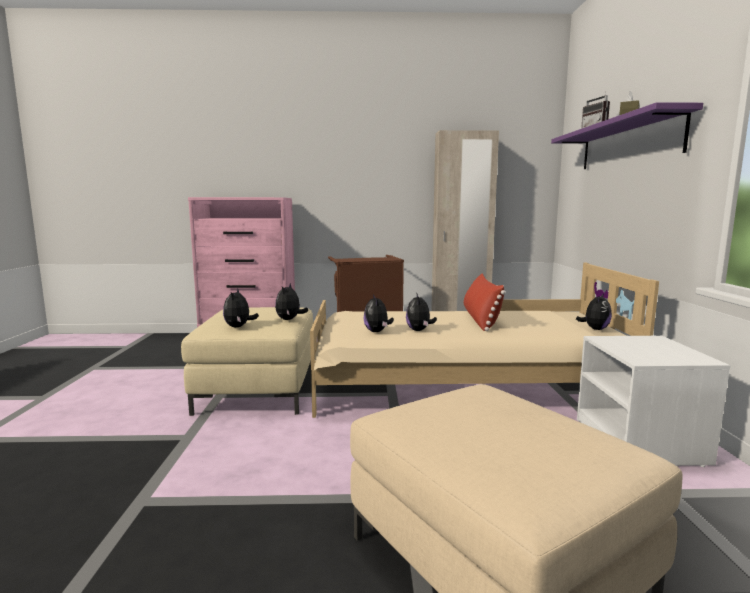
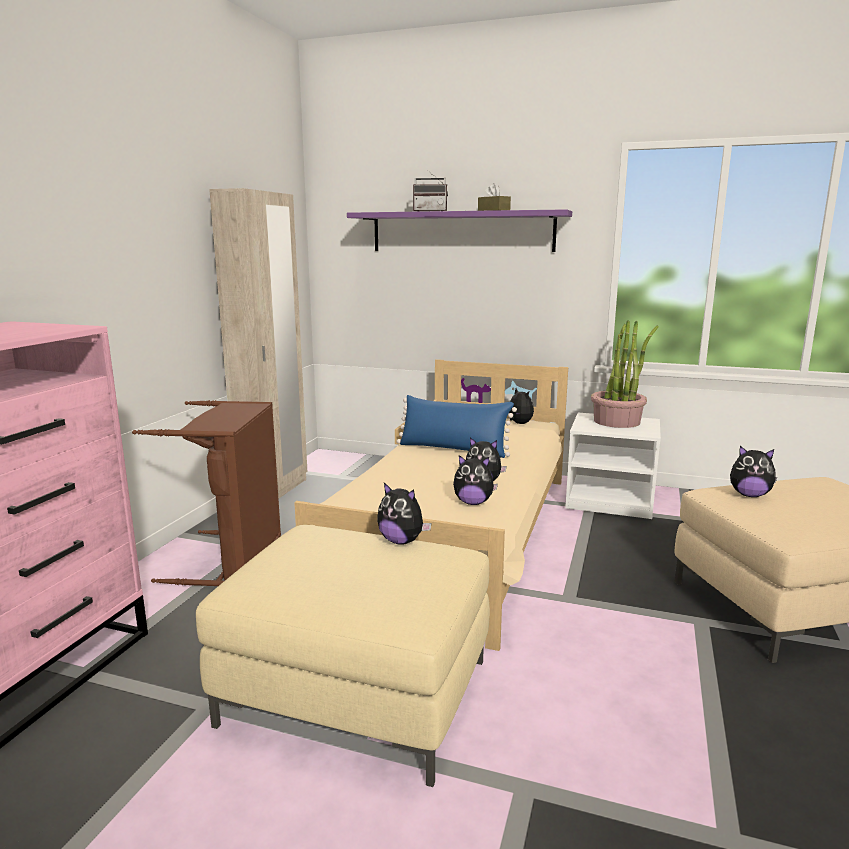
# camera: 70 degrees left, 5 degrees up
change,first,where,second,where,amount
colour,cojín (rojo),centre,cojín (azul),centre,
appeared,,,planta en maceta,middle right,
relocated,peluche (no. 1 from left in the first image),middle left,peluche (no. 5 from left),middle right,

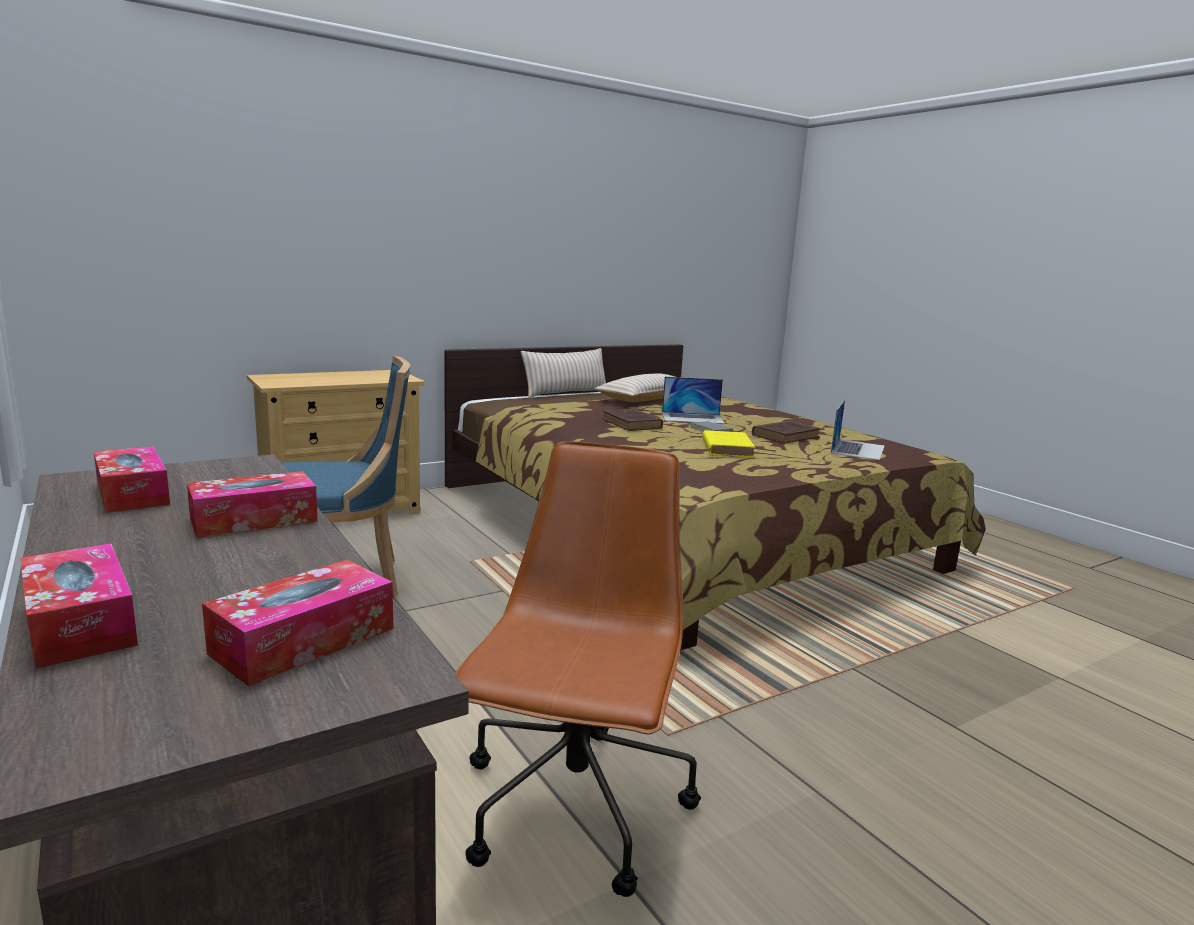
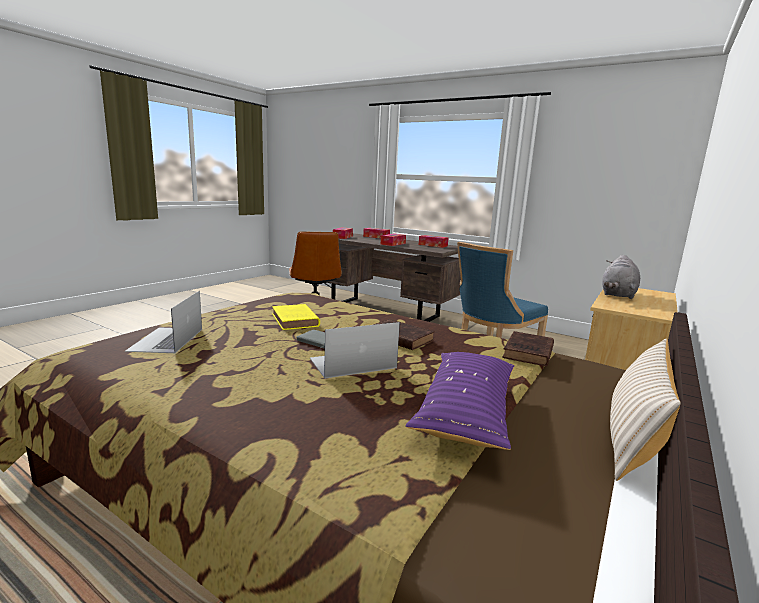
# camera: 155 degrees right, 0 degrees up
change,first,where,second,where,amount
colour,cojín (beis) (no. 2 from left),centre,cojín (morado),centre,
relocated,libro (marrón) (no. 2 from left),centre,,middle right,
appeared,,,peluche (gris),middle right,

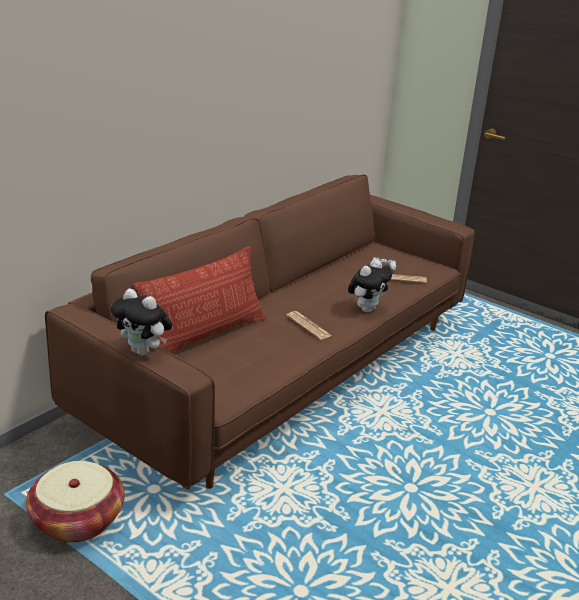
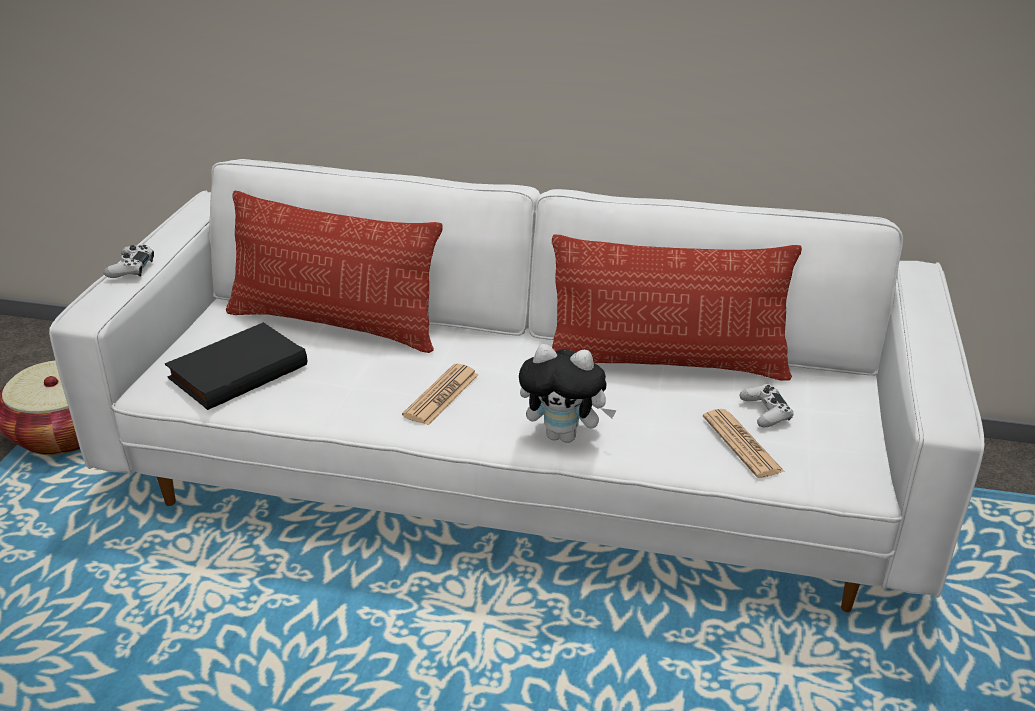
# camera: 65 degrees right, 5 degrees up
change,first,where,second,where,amount
colour,sofá (marrón),centre,sofá (blanco),centre,
exchanged,peluche (no. 1 from left),middle left,mando de consola (blanco) (no. 1 from left),middle left,
appeared,,,libro (negro),middle left,
appeared,,,cojín (no. 2 from left),centre,

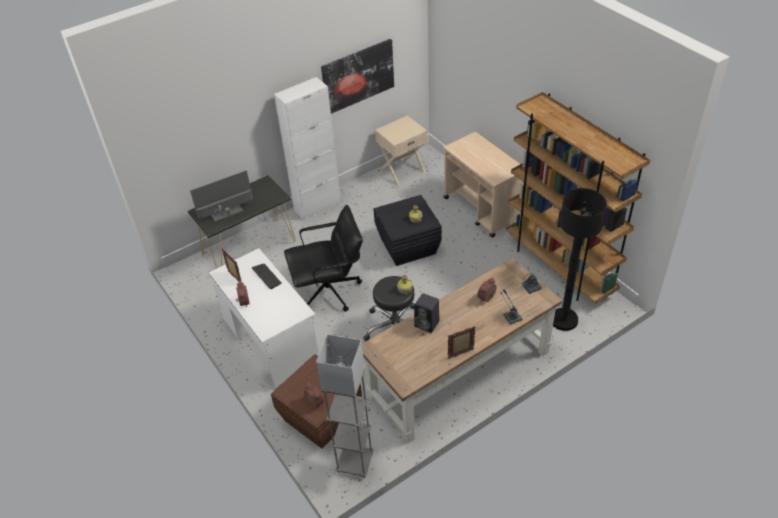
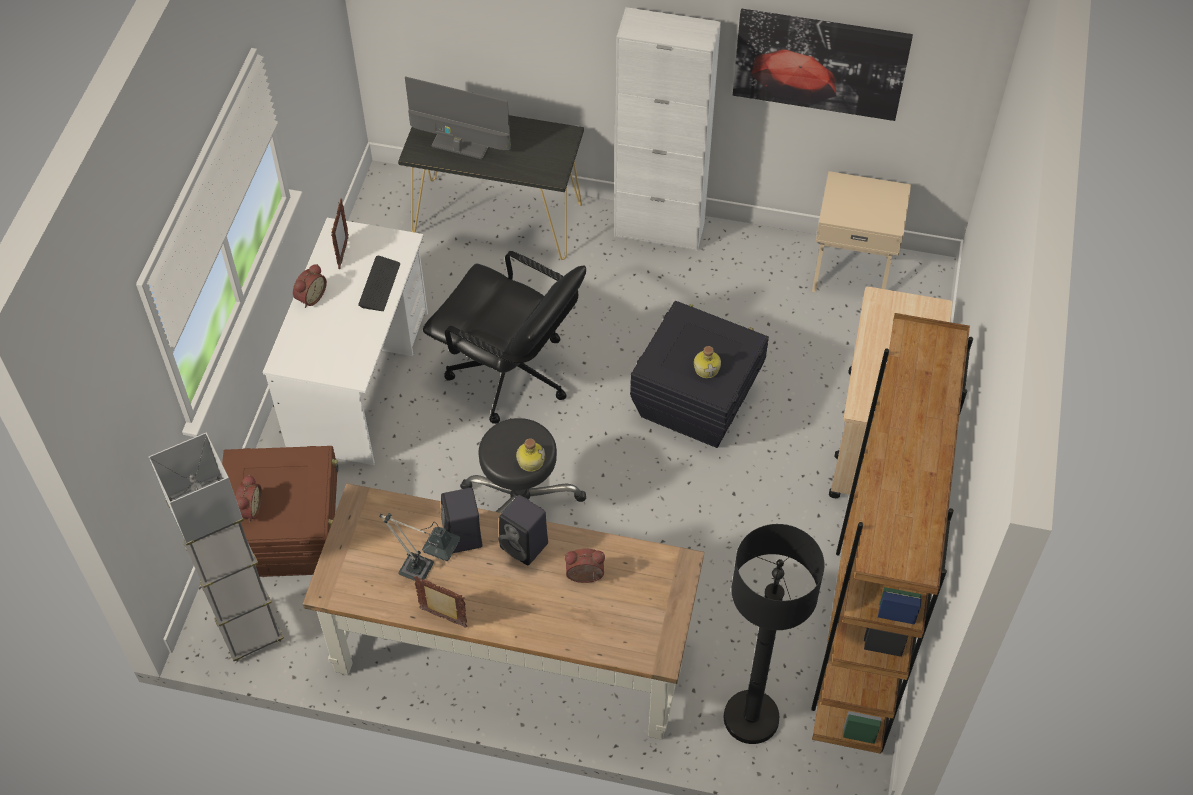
# camera: 45 degrees right, 10 degrees up
change,first,where,second,where,amount
relocated,lámpara de mesa,middle right,,bottom centre,
appeared,,,altavoz (negro) (no. 2 from left),bottom centre,

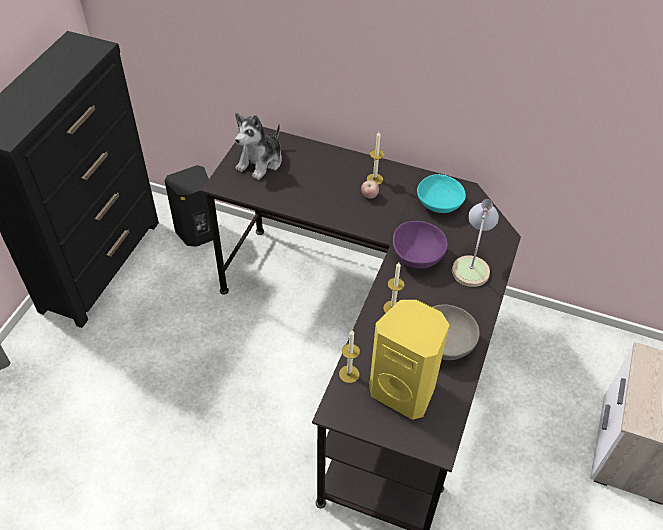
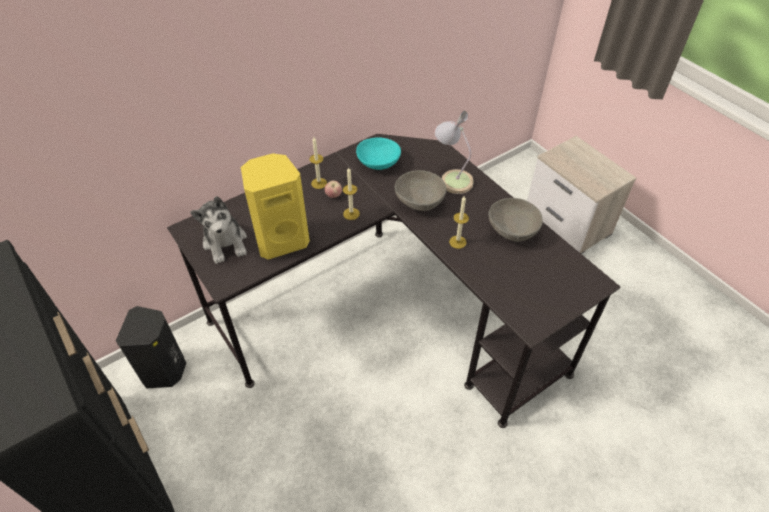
# camera: 55 degrees left, 0 degrees up
change,first,where,second,where,amount
relocated,altavoz (amarillo),bottom centre,,centre,
relocated,vela (no. 1 from left in the first image),bottom centre,vela (no. 2 from left),centre,
colour,cuenco (morado),centre,cuenco (gris) (no. 1 from left),centre,

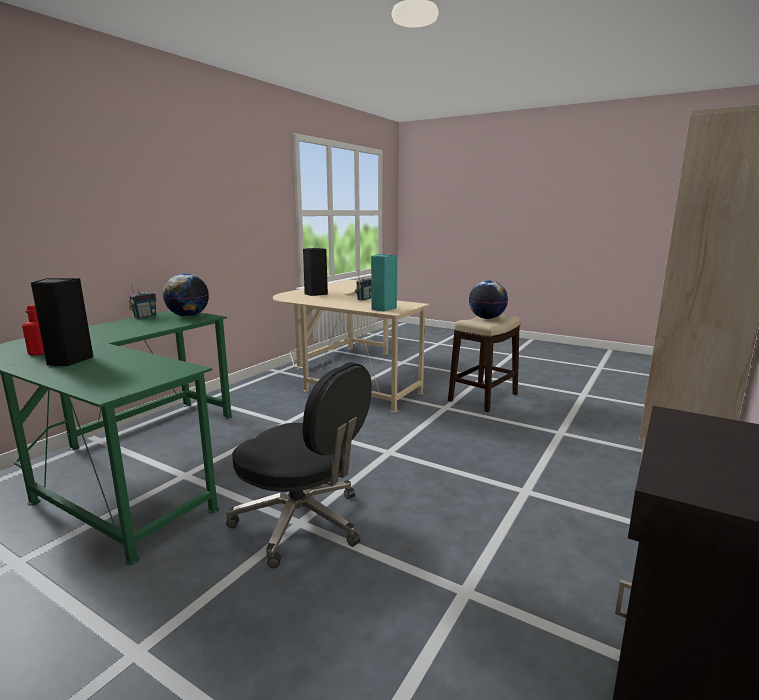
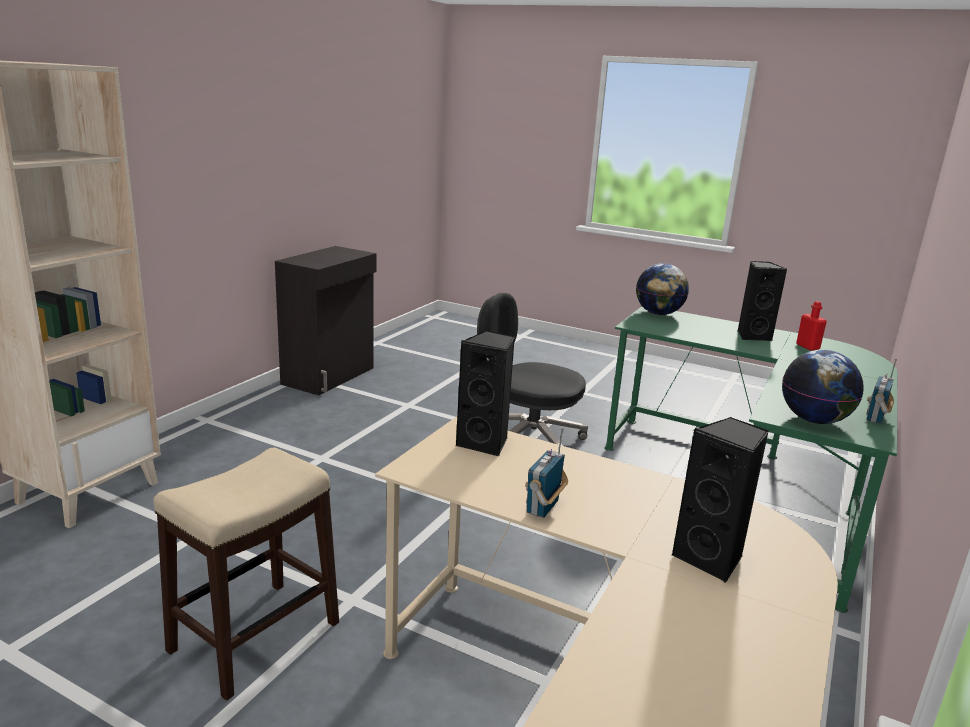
# camera: 175 degrees right, 5 degrees up
change,first,where,second,where,amount
colour,altavoz (turquesa),centre,altavoz (negro) (no. 1 from left),centre,
relocated,globo terráqueo (no. 2 from left in the first image),centre,globo terráqueo (no. 1 from left),middle right,

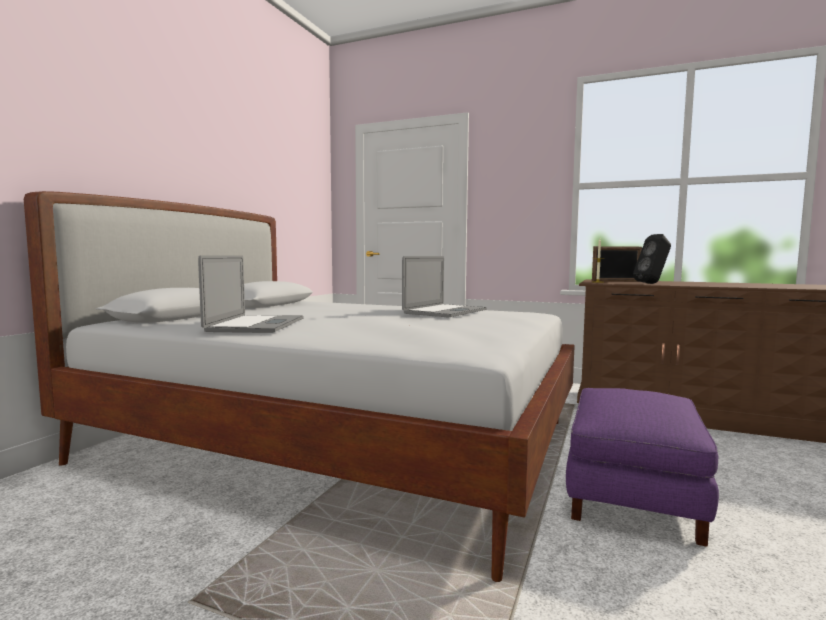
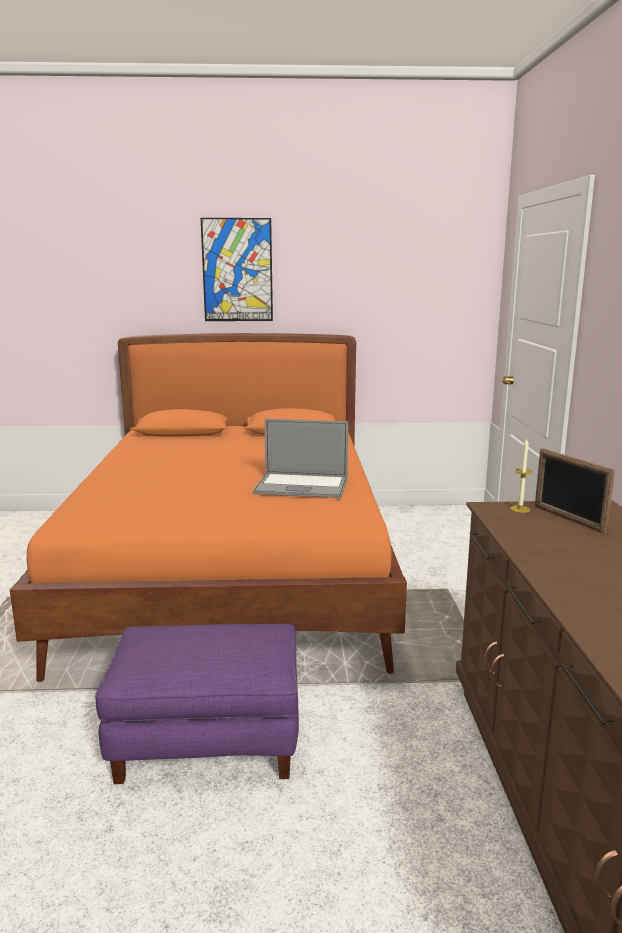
# camera: 65 degrees right, 10 degrees up
change,first,where,second,where,amount
colour,cama (blanco),centre,cama (naranja),centre,
appeared,,,cuadro,top centre,
missing,portátil (no. 1 from left),middle left,,,
missing,altavoz (negro),middle right,,,

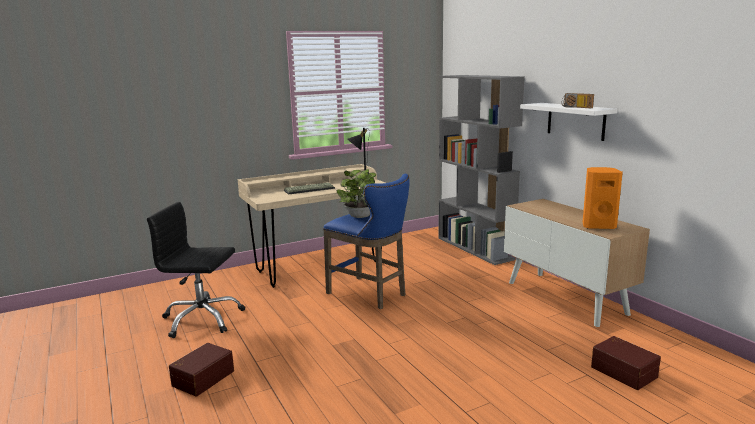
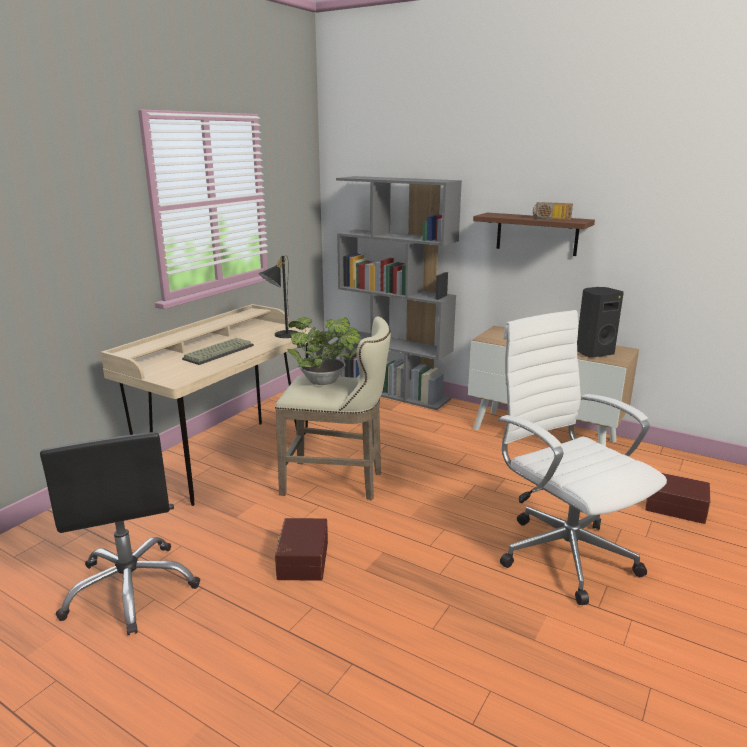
# camera: 30 degrees left, 5 degrees up
change,first,where,second,where,amount
spun,silla de oficina (negro),middle left,,bottom left,90 degrees counterclockwise
colour,taburete (azul),centre,taburete (beis),centre,
relocated,caja de almacenaje (marrón) (no. 1 from left),bottom left,,bottom centre,
colour,estante (blanco),top right,estante (marrón),top right,
appeared,,,silla de oficina (blanco),middle right,
colour,altavoz (naranja),middle right,altavoz (negro),middle right,

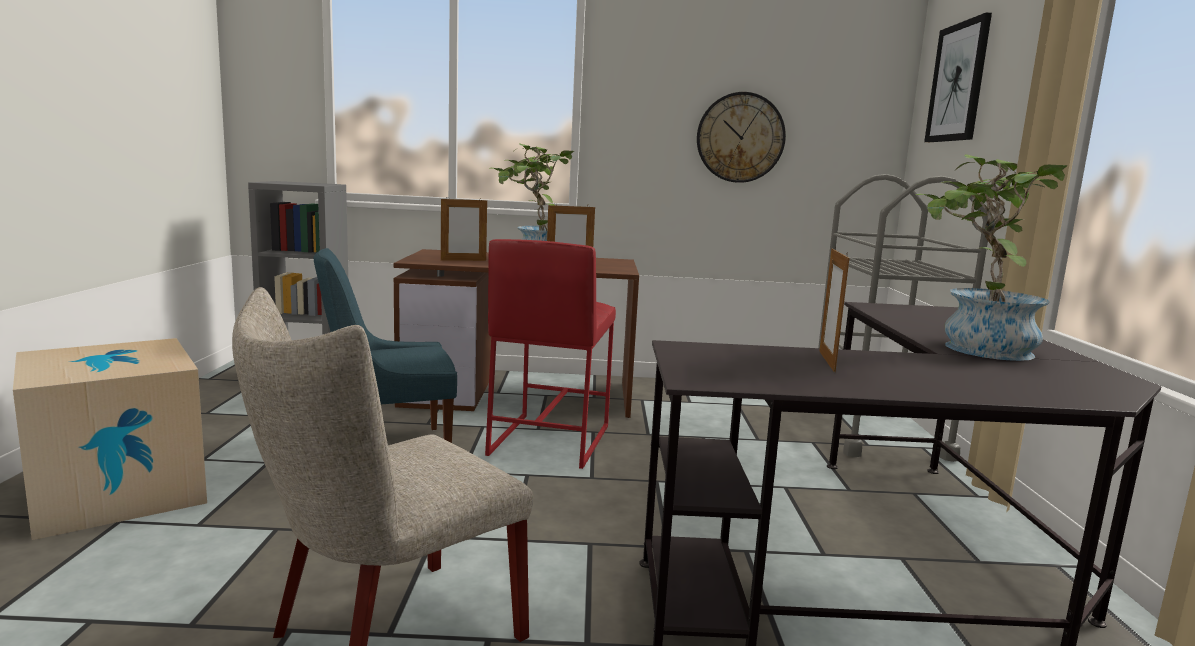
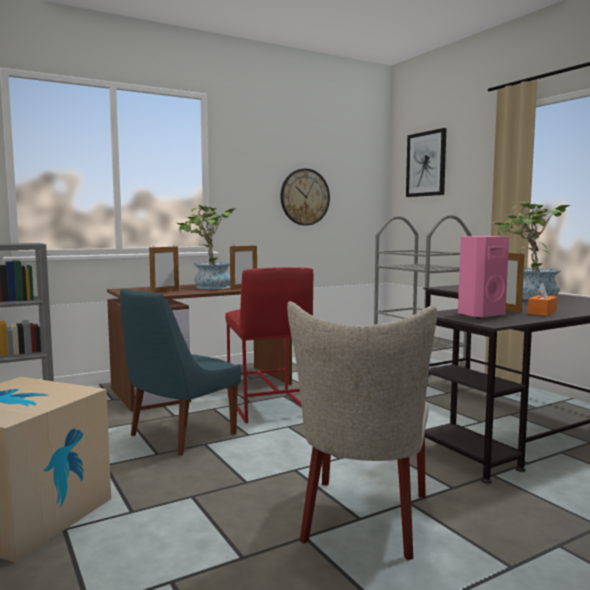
# camera: 30 degrees left, 5 degrees down
change,first,where,second,where,amount
appeared,,,altavoz (rosa),middle right,
appeared,,,caja de pañuelos (naranja),middle right,

